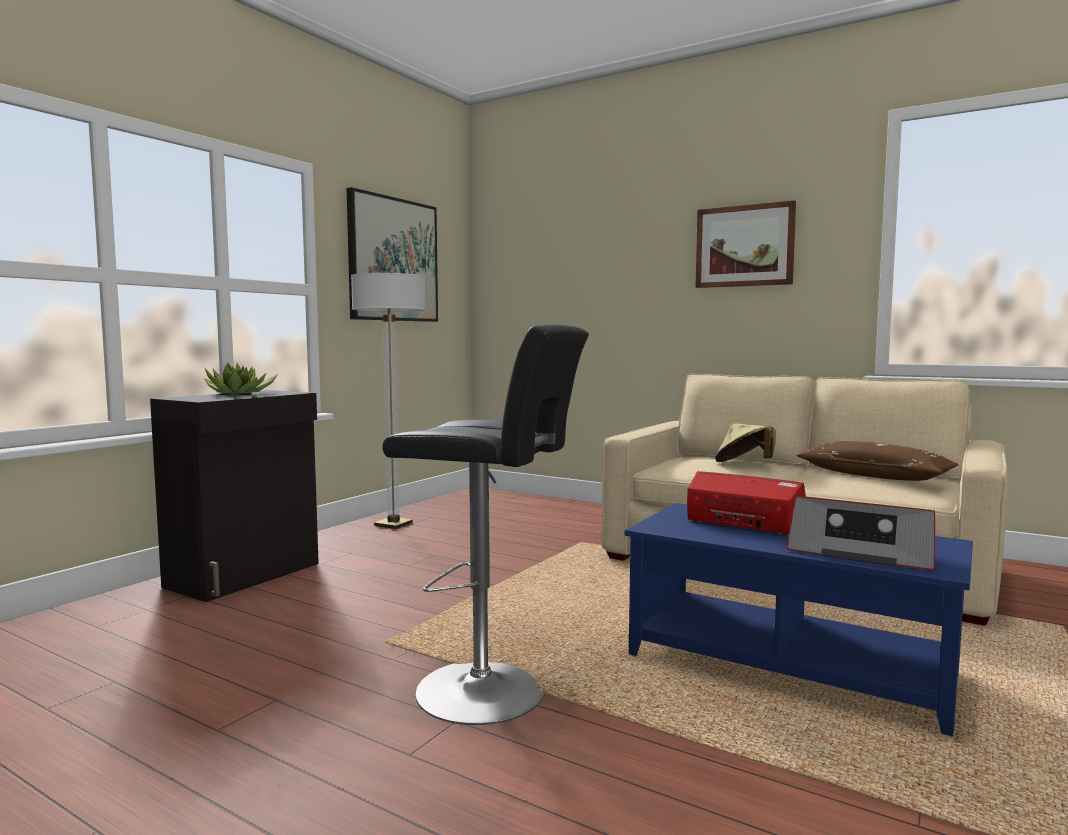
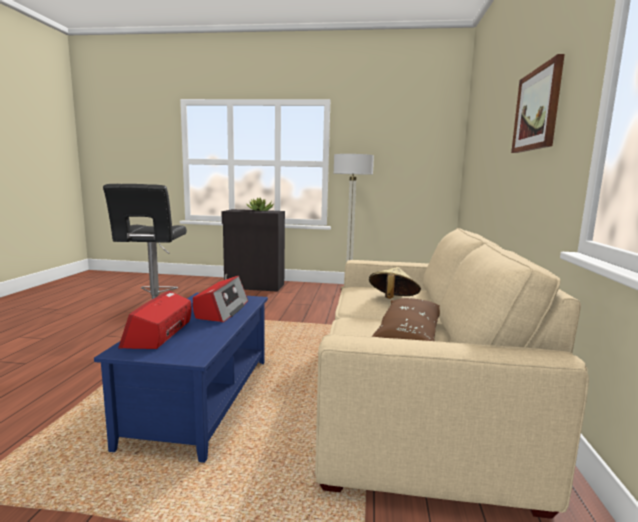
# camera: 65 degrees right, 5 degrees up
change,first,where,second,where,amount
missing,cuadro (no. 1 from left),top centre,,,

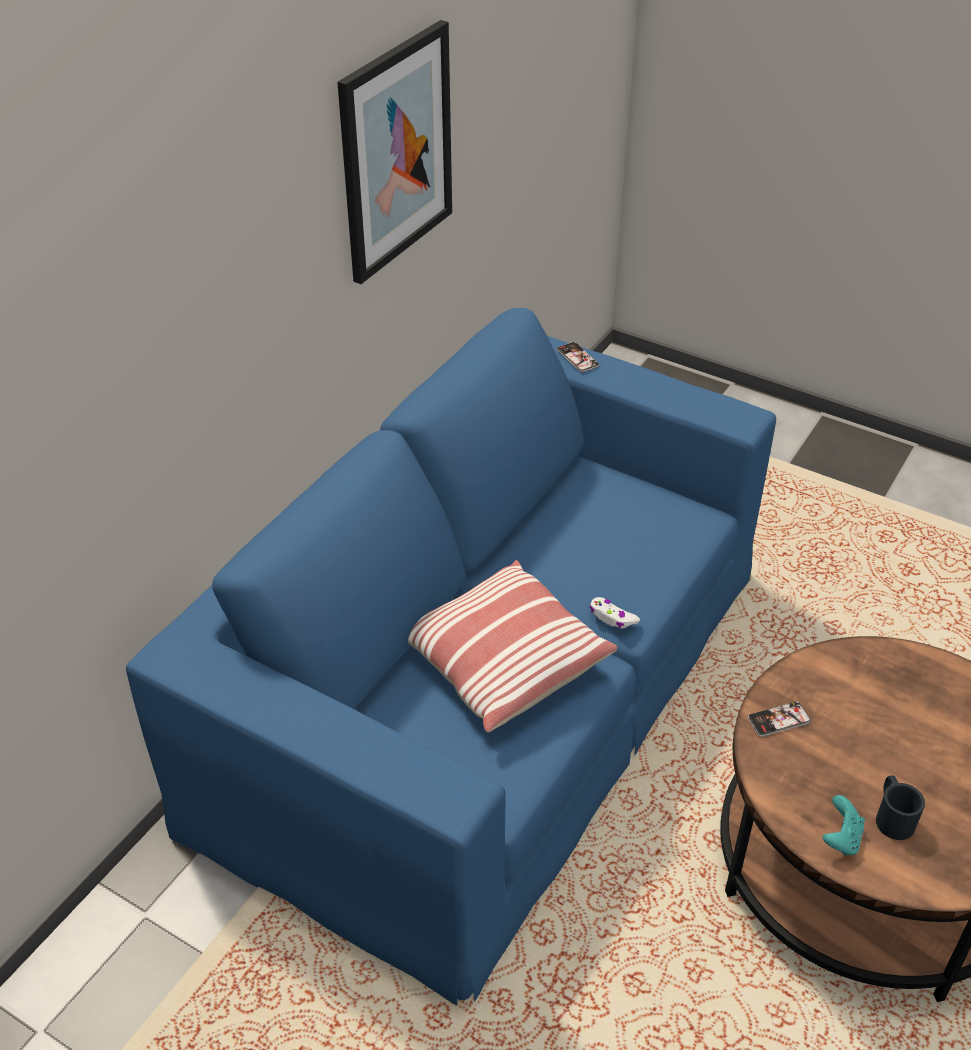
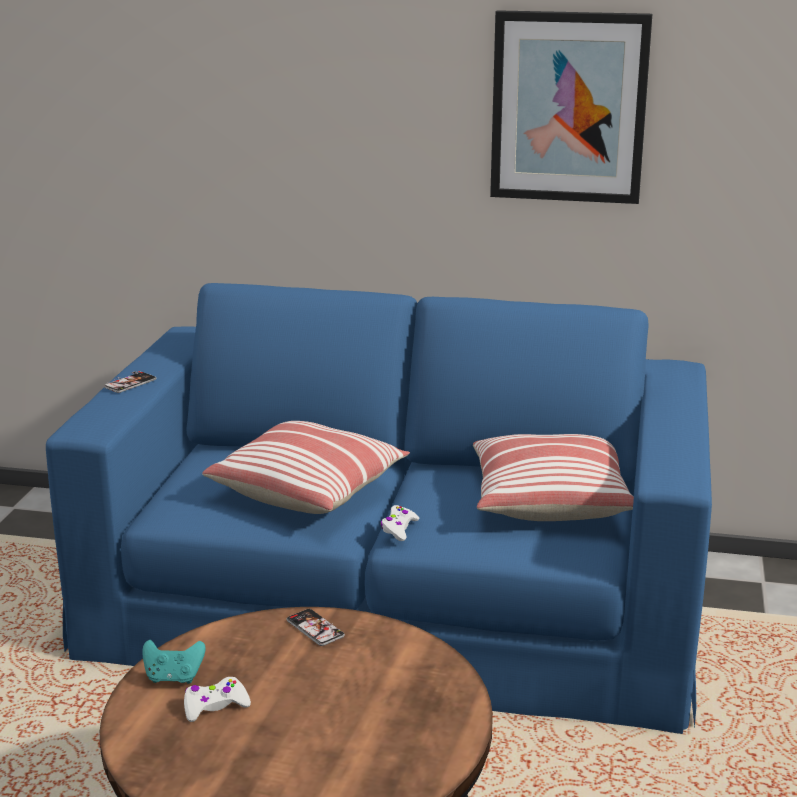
# camera: 70 degrees right, 20 degrees down
change,first,where,second,where,amount
relocated,móvil (no. 1 from left),centre,,middle left,
exchanged,taza grande (negro),bottom right,mando de consola (blanco) (no. 1 from left),bottom left,
appeared,,,cojín (no. 2 from left),middle right,

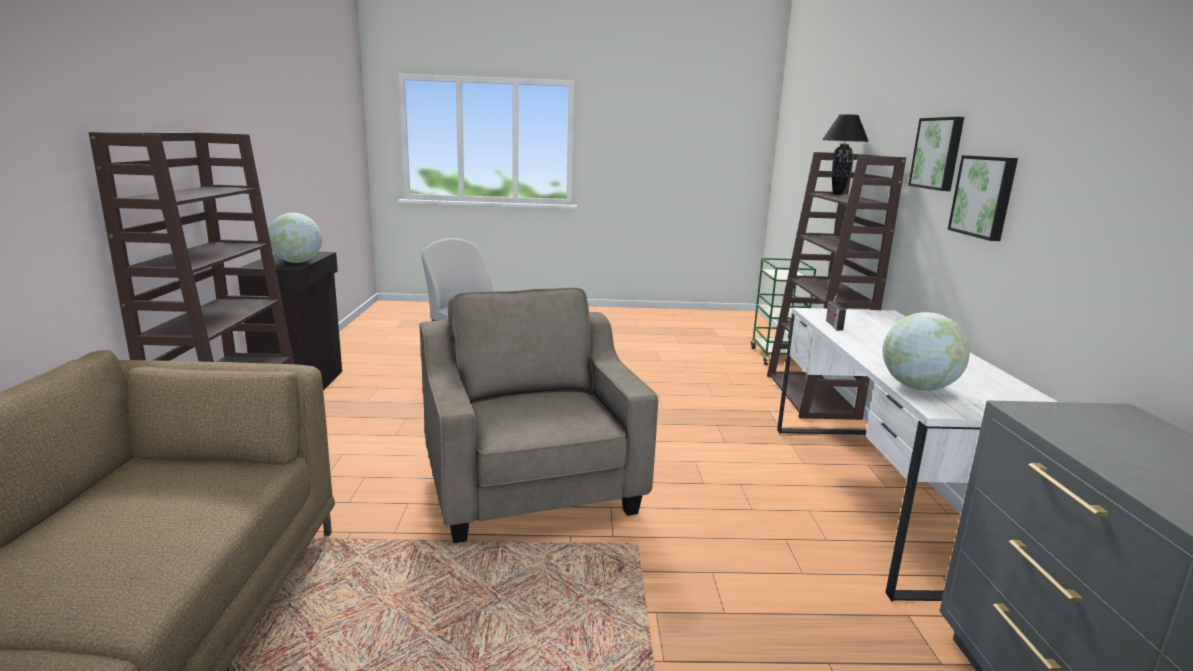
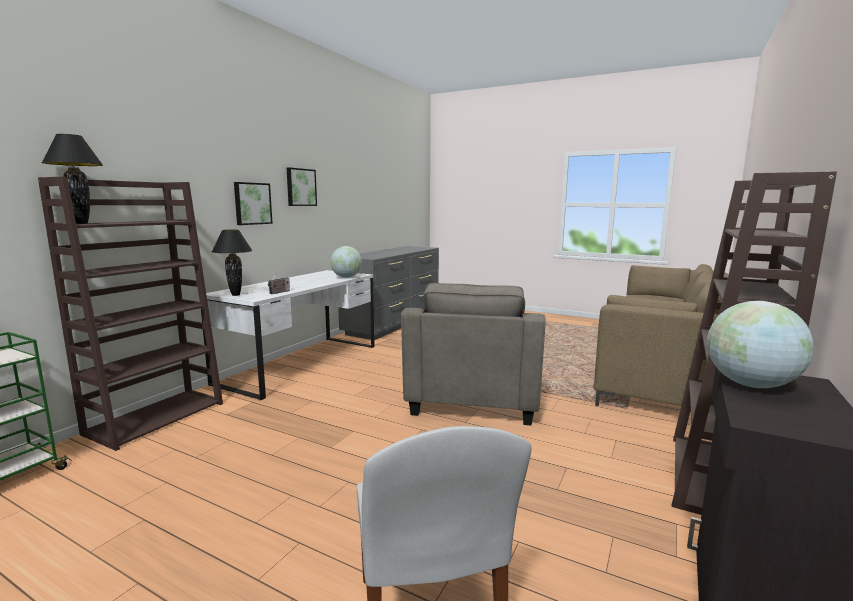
# camera: 150 degrees left, 5 degrees down
change,first,where,second,where,amount
appeared,,,lámpara de mesa (negro) (no. 2 from left),middle left,
relocated,cuadro (no. 1 from left in the first image),top right,cuadro (no. 2 from left),top centre,

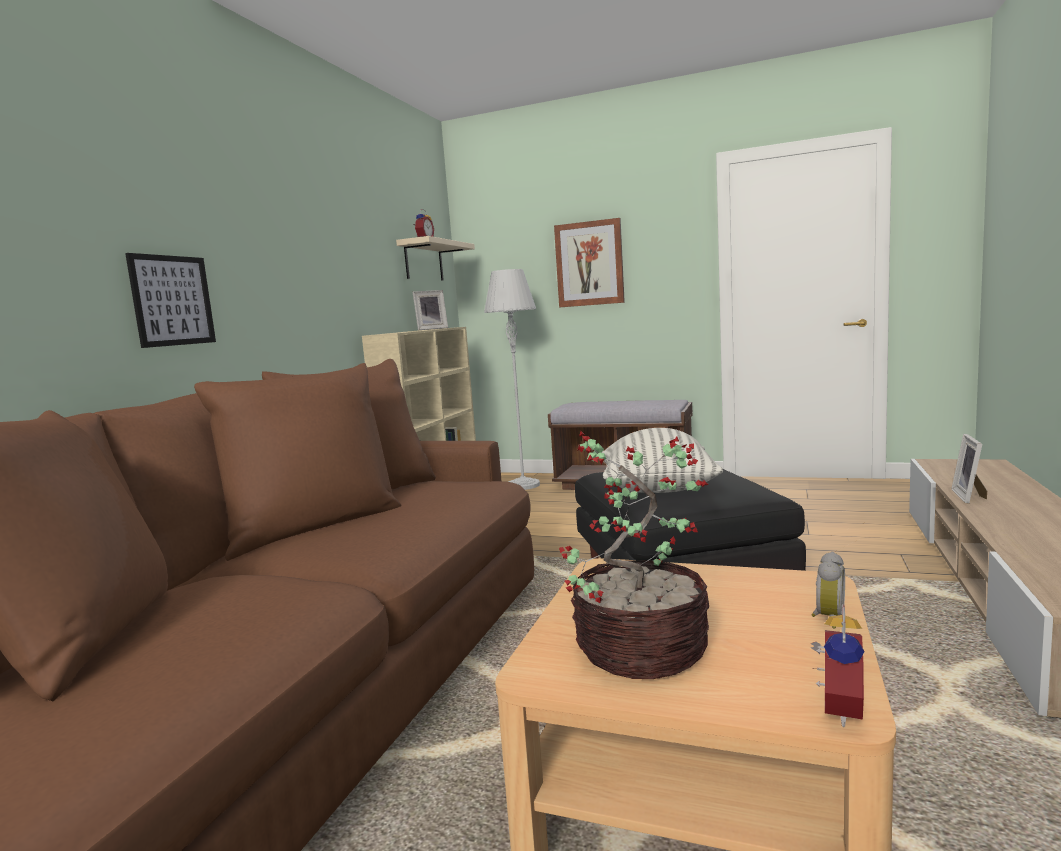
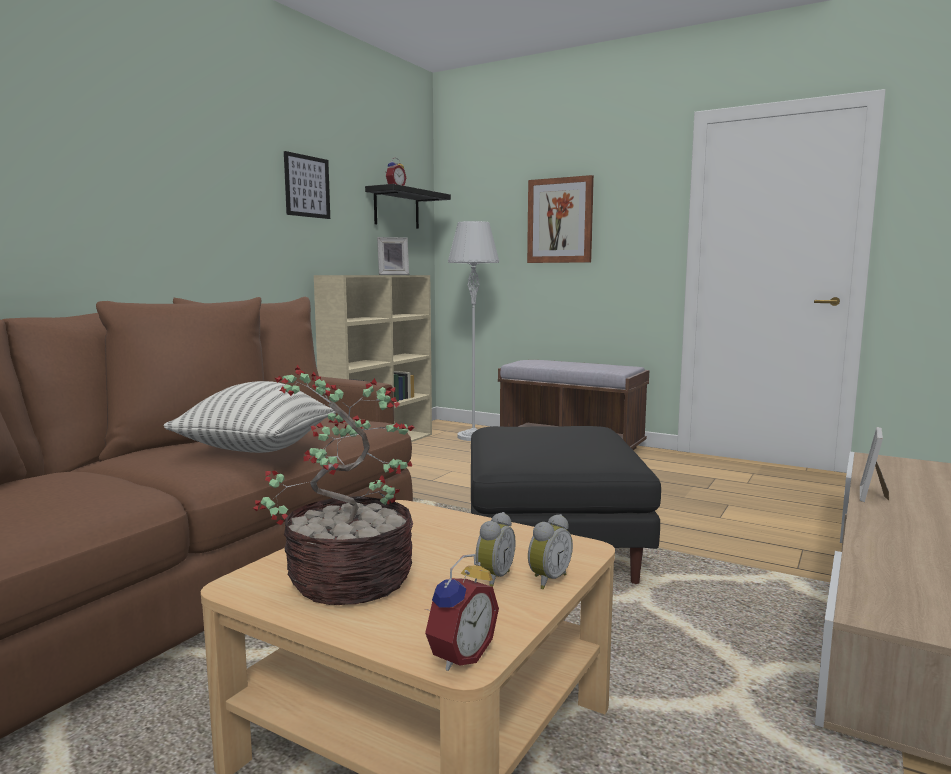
# camera: 10 degrees right, 0 degrees up
change,first,where,second,where,amount
relocated,cojín,centre,,middle left,
relocated,cuadro (no. 1 from left),middle left,,top left,
colour,estante (beis),top centre,estante (negro),top centre,
appeared,,,despertador (no. 3 from left),bottom centre,

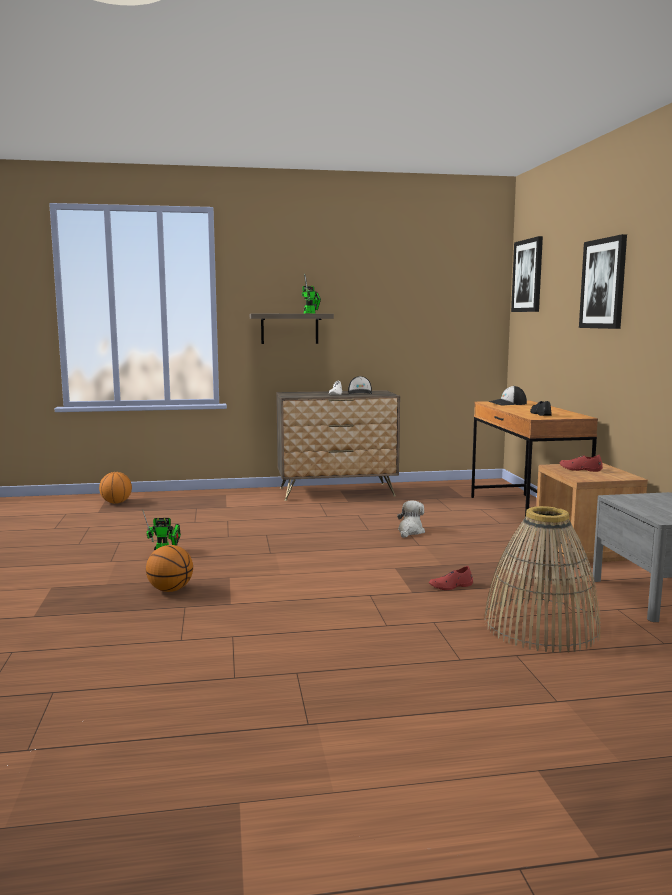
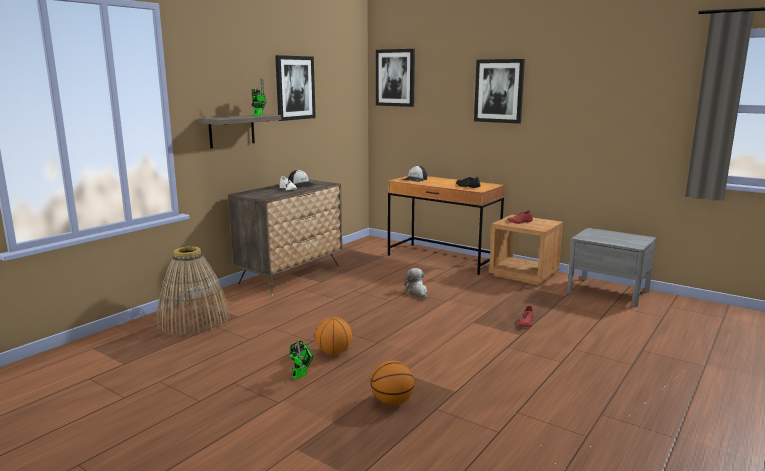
# camera: 45 degrees left, 5 degrees up
change,first,where,second,where,amount
relocated,cesta,middle right,,middle left,
appeared,,,cuadro (no. 1 from left),top centre,
relocated,balón de baloncesto (no. 1 from left),middle left,,bottom centre,

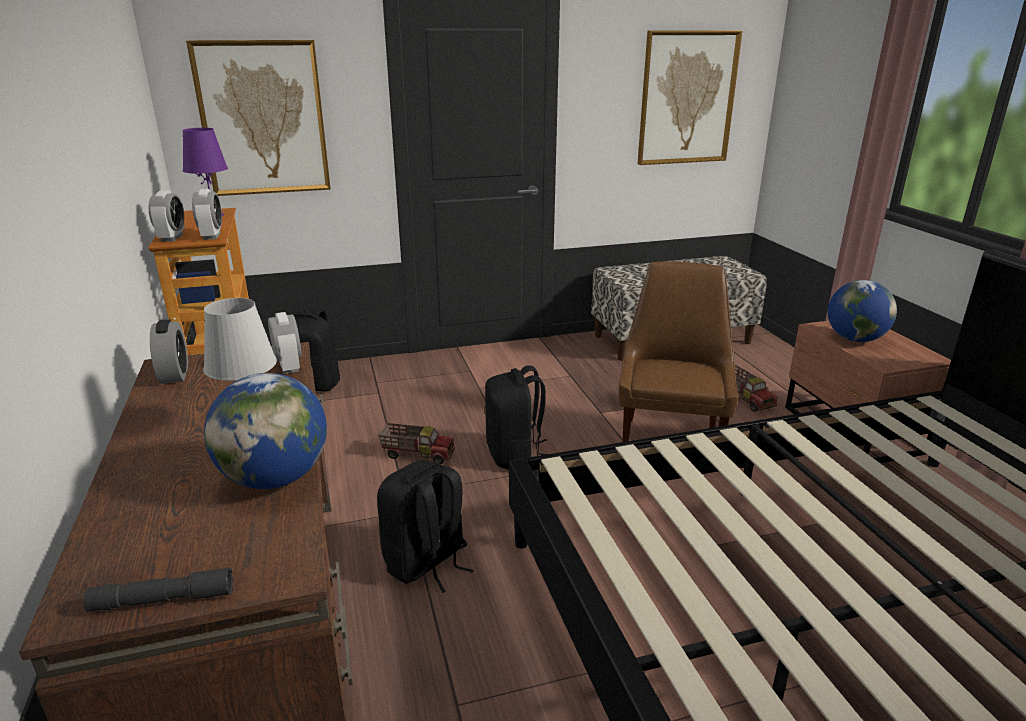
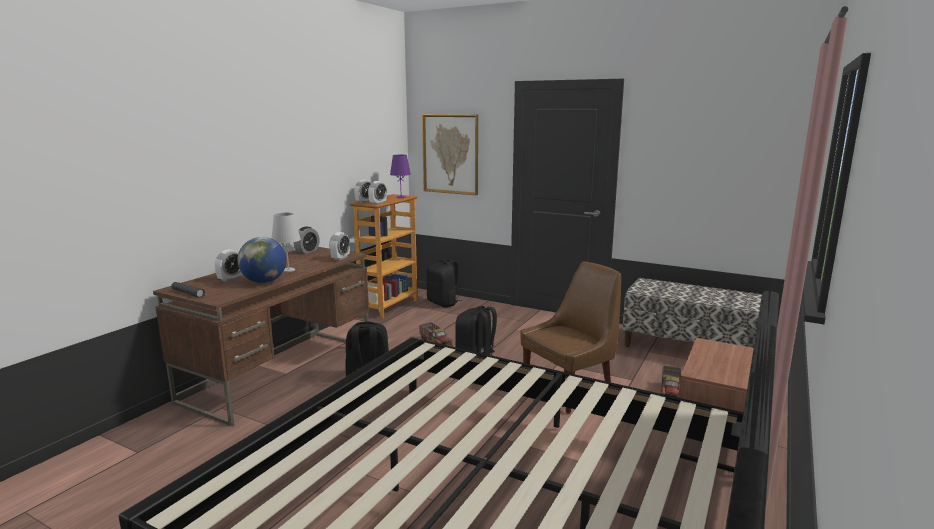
# camera: 45 degrees right, 10 degrees down
change,first,where,second,where,amount
appeared,,,despertador (no. 1 from left),middle left,
missing,cuadro (no. 2 from left),top right,,,
missing,globo terráqueo (no. 2 from left),middle right,,,

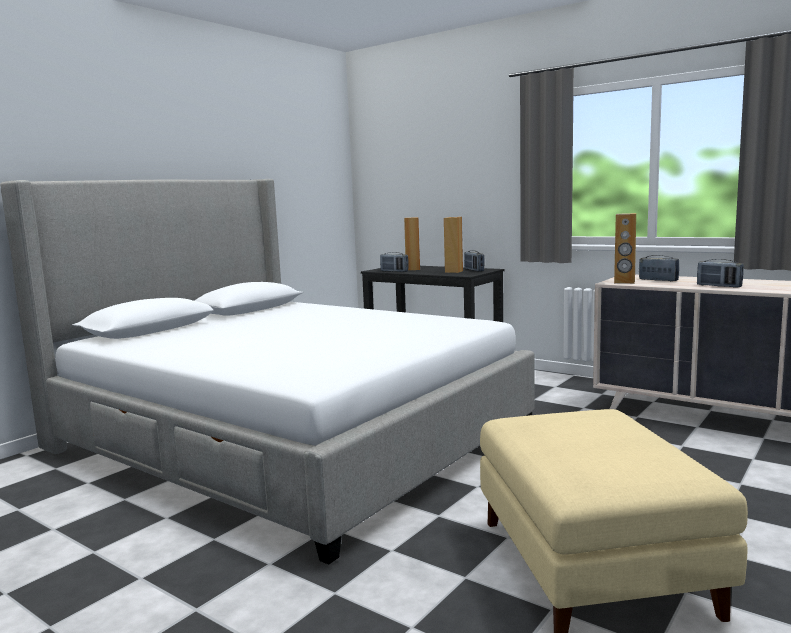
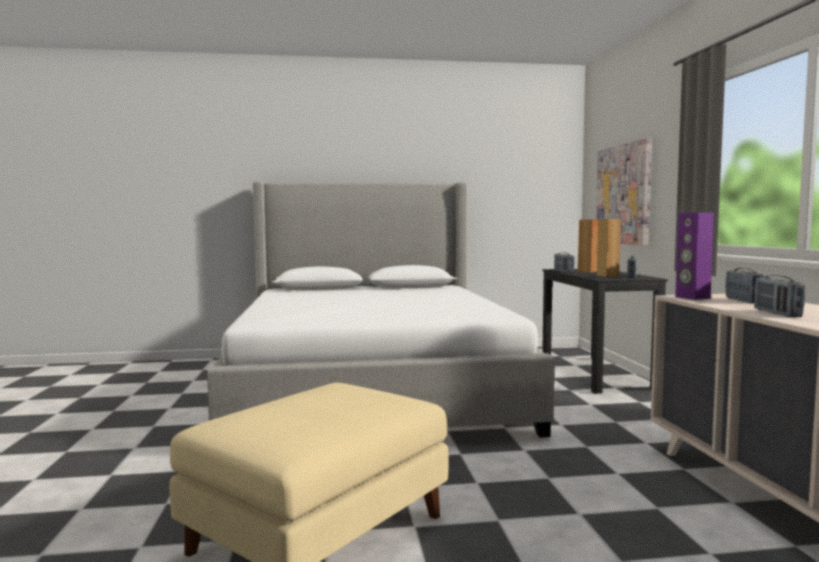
# camera: 45 degrees right, 5 degrees down
change,first,where,second,where,amount
appeared,,,cuadro,middle right,
colour,altavoz (marrón) (no. 3 from left),middle right,altavoz (morado),middle right,

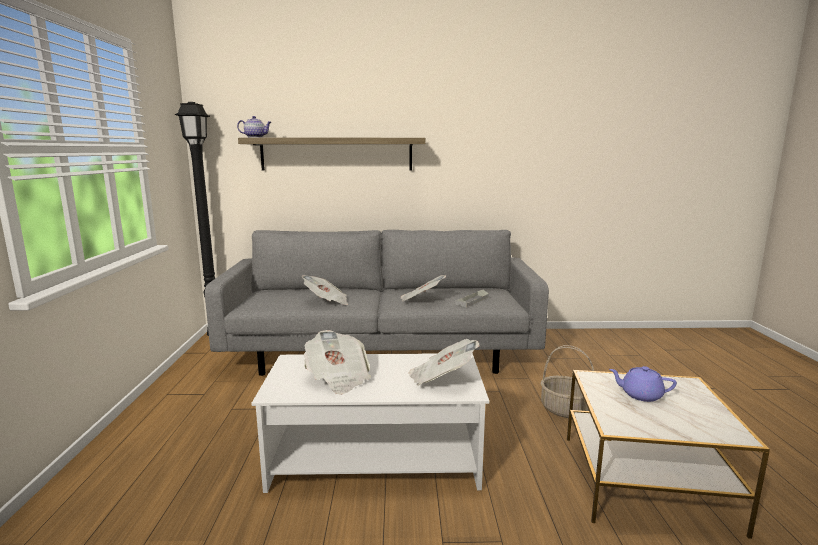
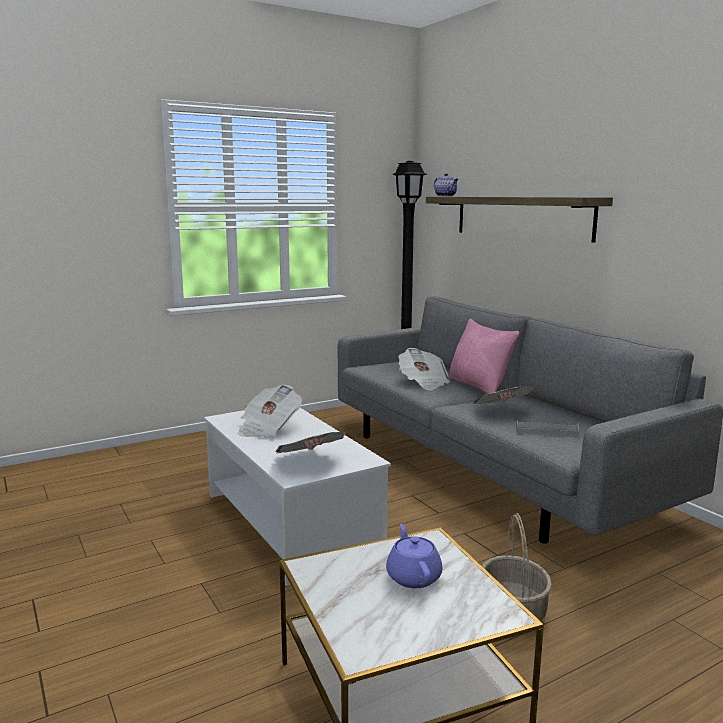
# camera: 60 degrees right, 0 degrees up
change,first,where,second,where,amount
appeared,,,cojín (rosa),middle right,

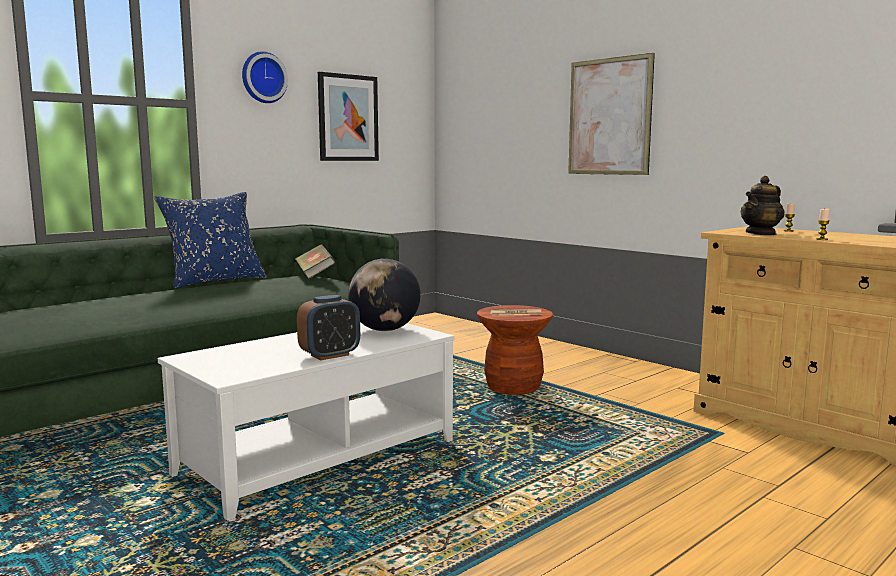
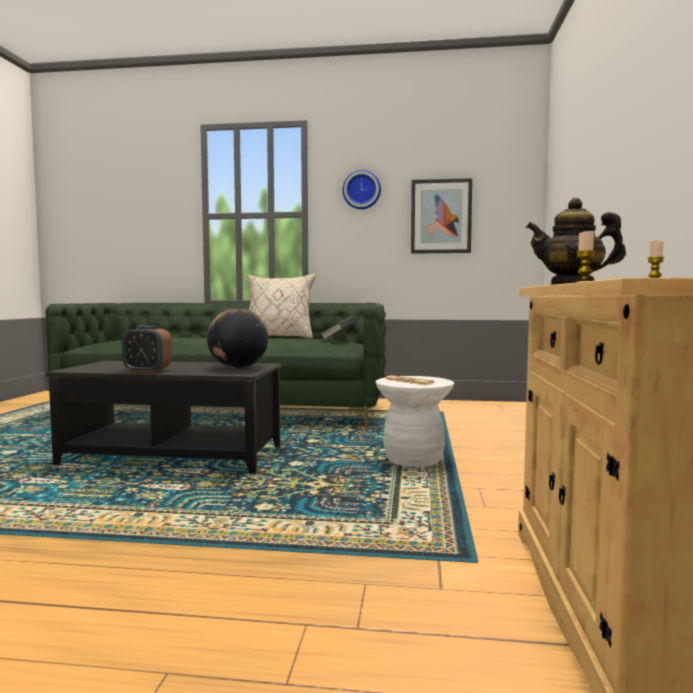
# camera: 50 degrees right, 5 degrees down
change,first,where,second,where,amount
colour,mesa de centro (blanco),bottom centre,mesa de centro (negro),middle left,
colour,cojín (azul),middle left,cojín (beis),centre,
colour,taburete (marrón),centre,taburete (blanco),centre,
missing,cuadro (no. 2 from left),top right,,,

